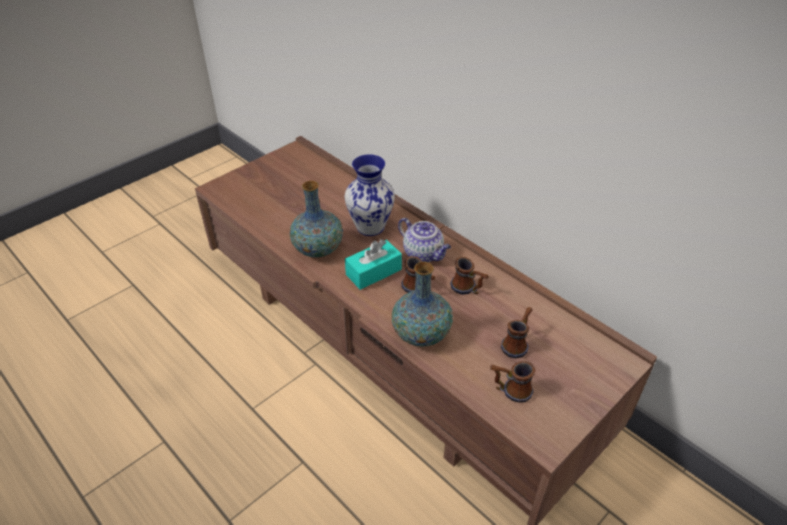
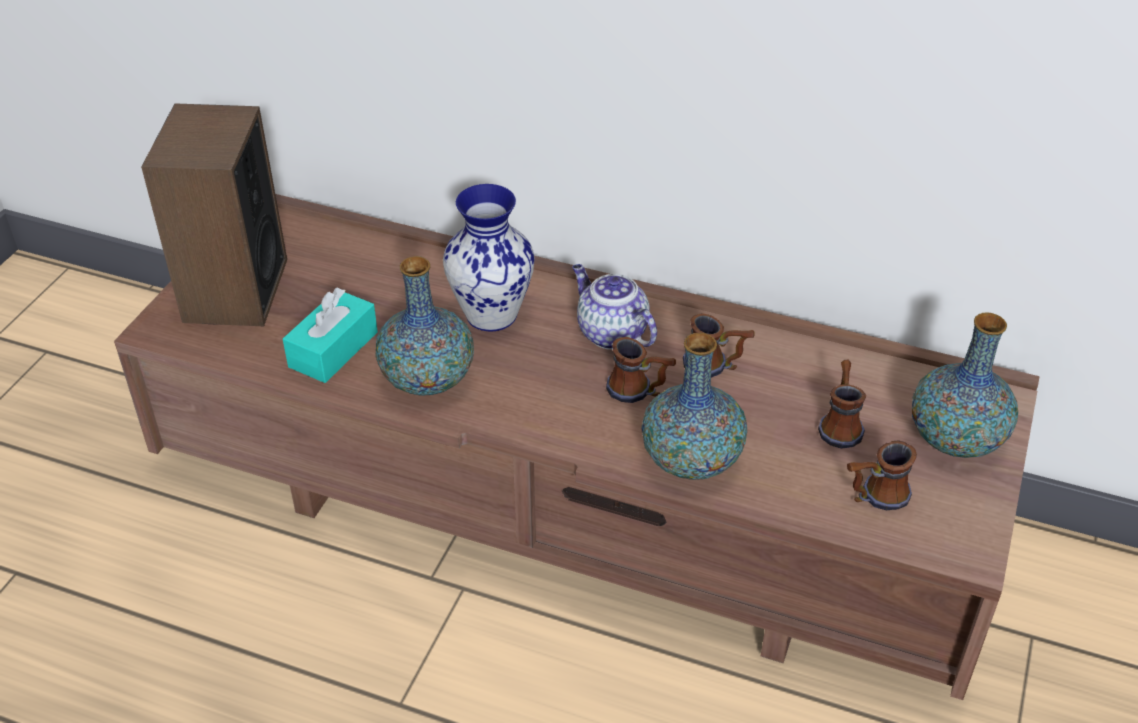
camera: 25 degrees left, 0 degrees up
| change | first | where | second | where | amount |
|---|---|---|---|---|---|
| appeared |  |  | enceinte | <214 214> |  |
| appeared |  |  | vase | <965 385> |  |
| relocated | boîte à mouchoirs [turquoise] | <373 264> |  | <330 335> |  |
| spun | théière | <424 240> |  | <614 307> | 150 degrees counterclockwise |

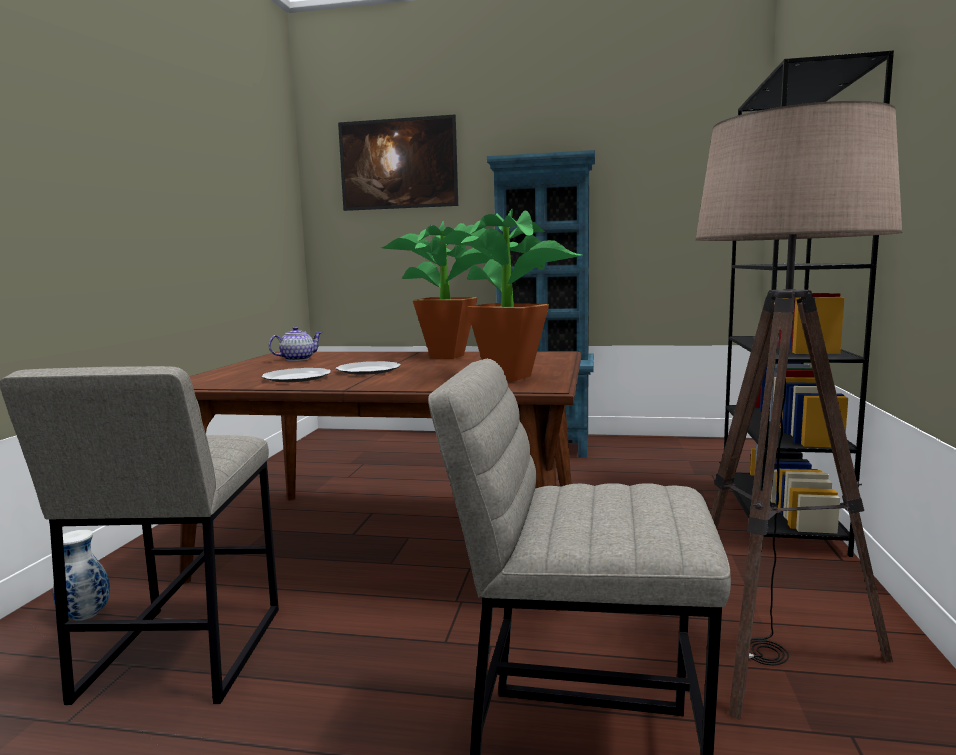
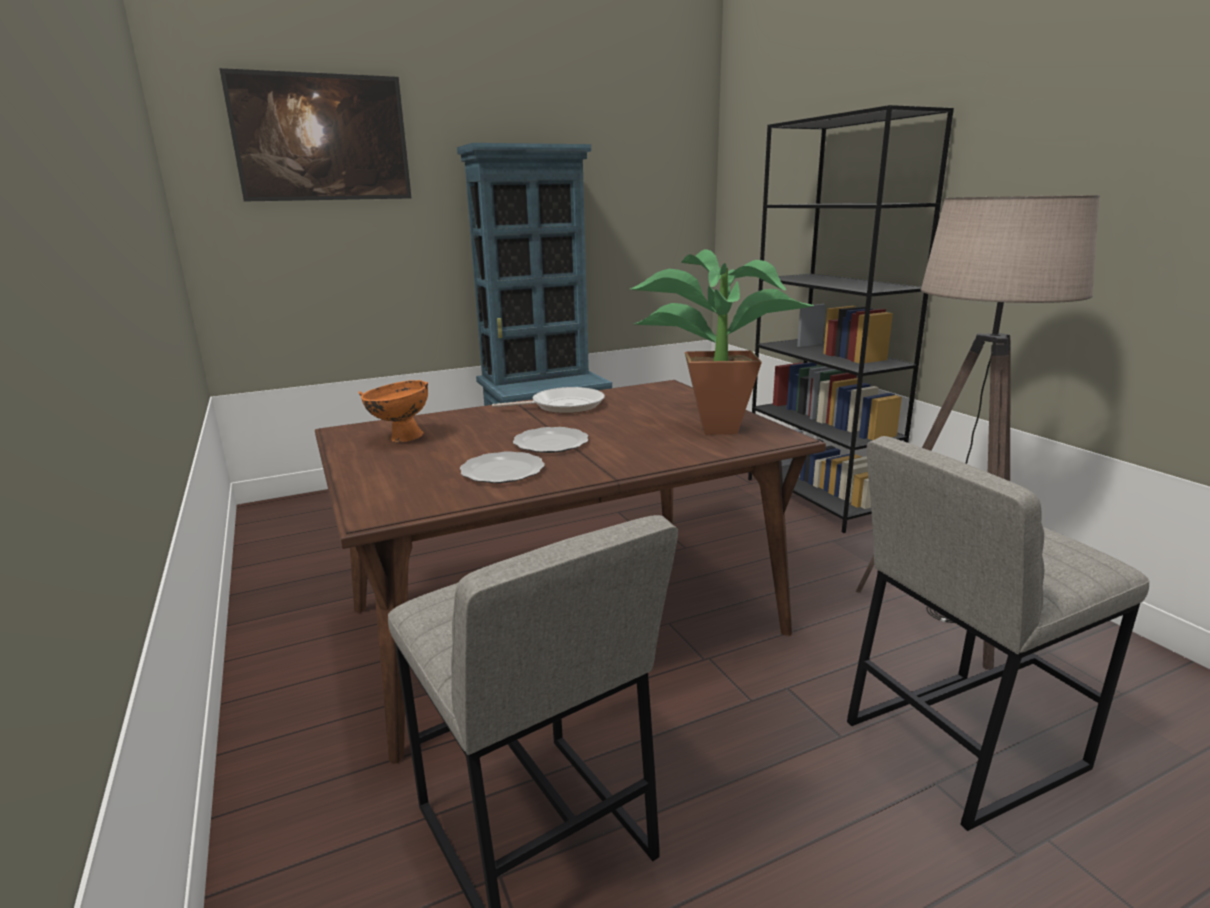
camera: 35 degrees left, 10 degrees up
| change | first | where | second | where | amount |
|---|---|---|---|---|---|
| missing | vase | <81 575> |  |  |  |
| exchanged | théière | <295 343> | bol [orange] | <393 411> |  |
| exchanged | plante en pot | <436 290> | poêle | <548 400> |  |

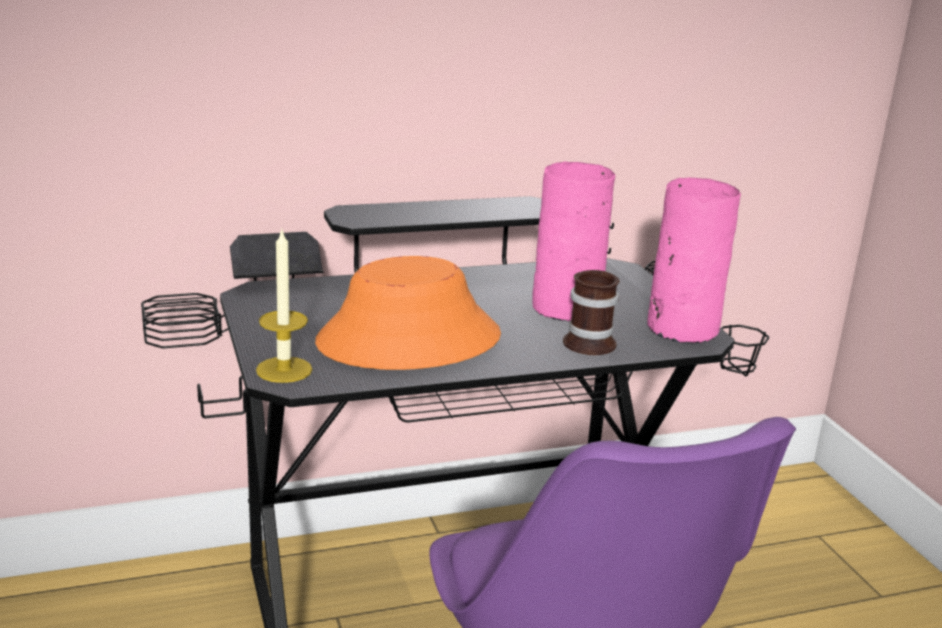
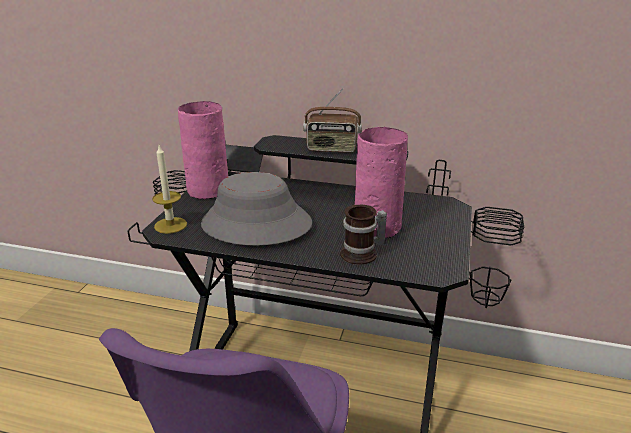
camera: 35 degrees right, 5 degrees up
| change | first | where | second | where | amount |
|---|---|---|---|---|---|
| appeared |  |  | radio | <332 120> |  |
| relocated | vase [rose] | <694 260> |  | <203 150> |  |
| colour | chapeau [orange] | <408 313> | chapeau [gris] | <256 209> |  |

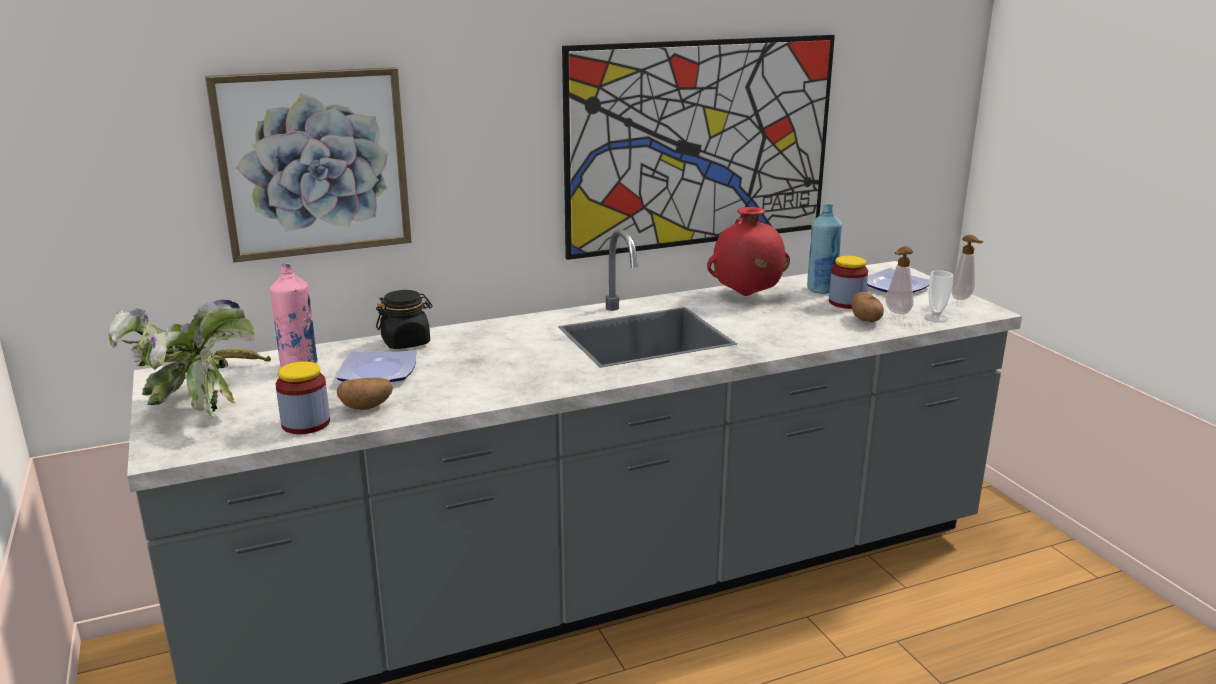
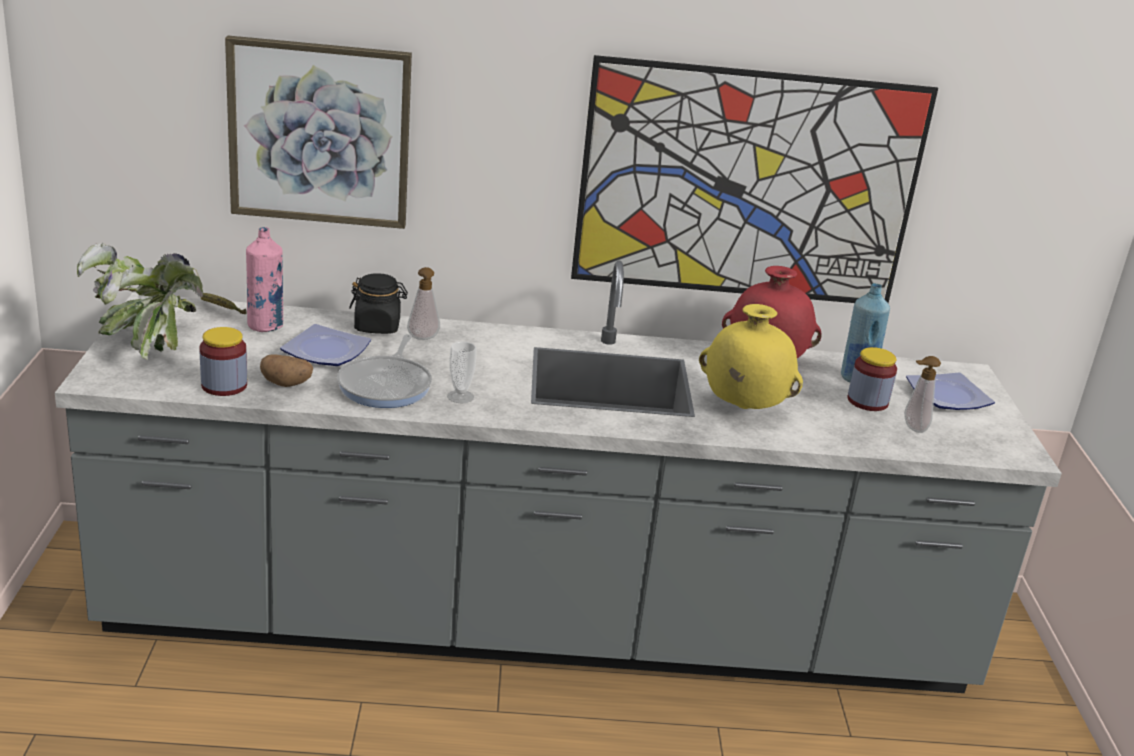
camera: 20 degrees right, 5 degrees up
| change | first | where | second | where | amount |
|---|---|---|---|---|---|
| missing | pomme de terre | <867 307> |  |  |  |
| appeared |  |  | poêle | <384 371> |  |
| appeared |  |  | vase [jaune] | <751 356> |  |
| relocated | tasse | <938 296> |  | <461 372> |  |
| relocated | distributeur de savon | <967 267> |  | <423 303> |  |

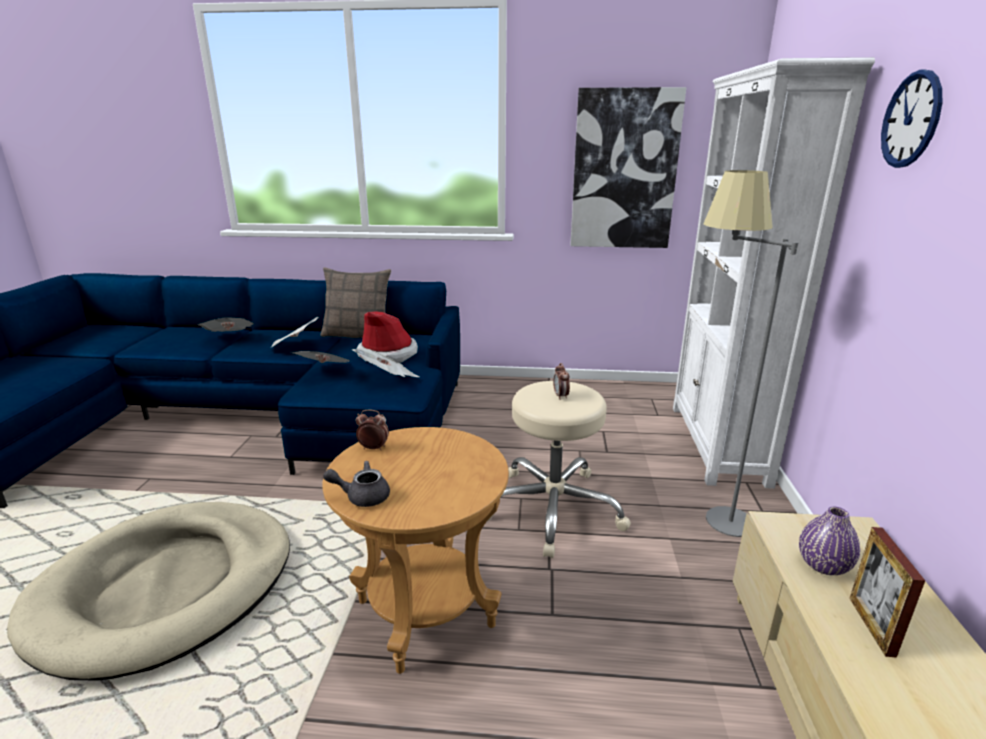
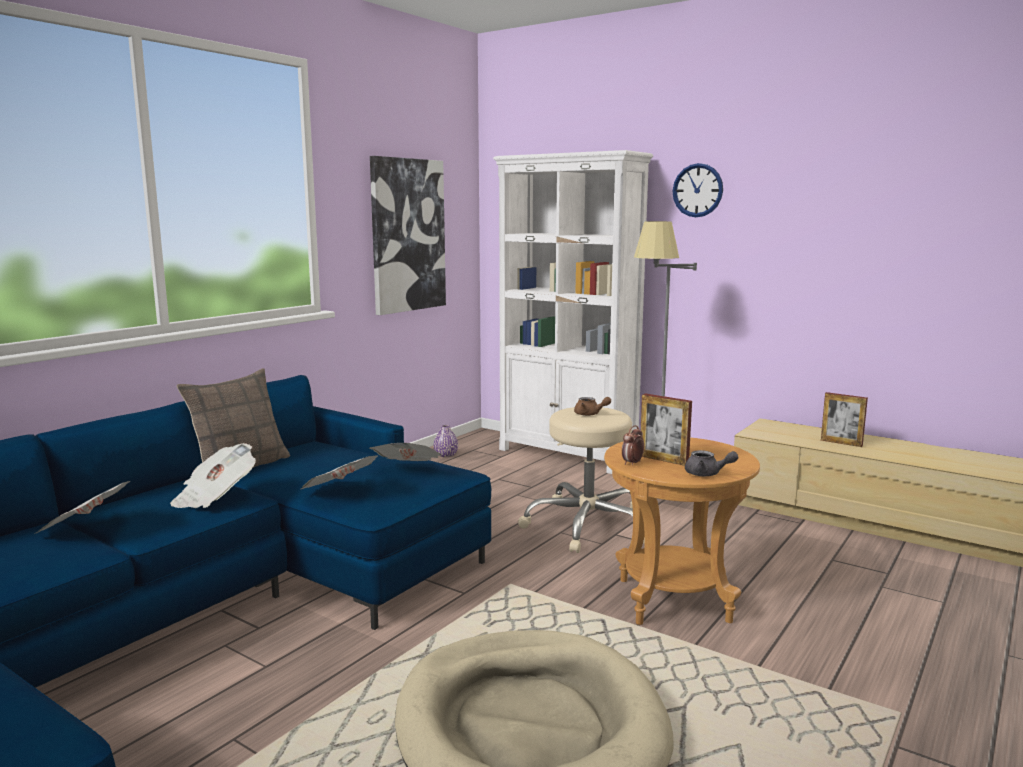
camera: 60 degrees left, 10 degrees down
| change | first | where | second | where | amount |
|---|---|---|---|---|---|
| missing | chapeau | <387 337> |  |  |  |
| appeared |  |  | cadre photo | <666 430> |  |
| relocated | vase [violet] | <829 541> |  | <446 441> |  |
| exchanged | réveil | <561 381> | théière [marron] | <592 406> |  |
| spun | théière [gris] | <356 484> |  | <711 463> | 90 degrees counterclockwise |

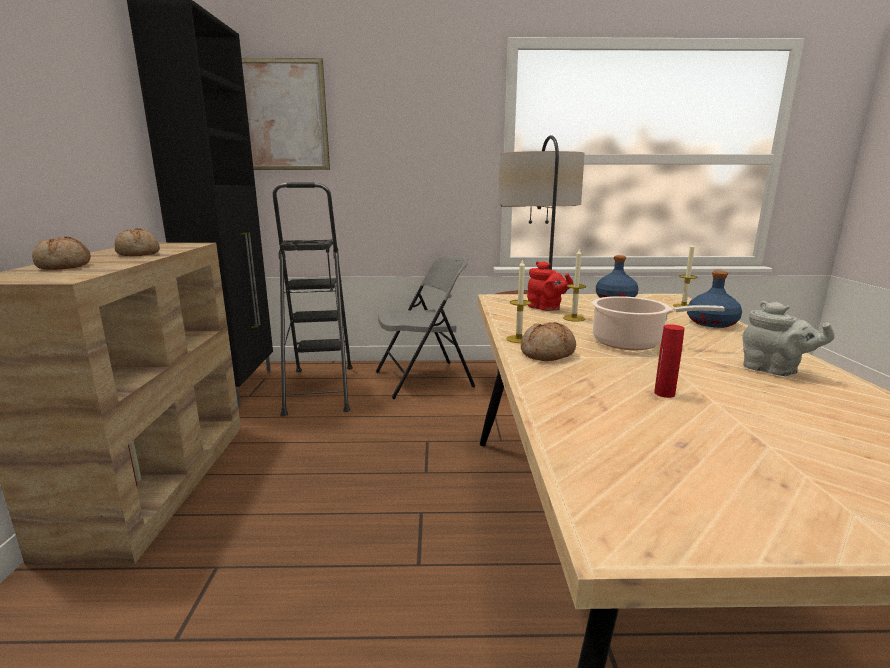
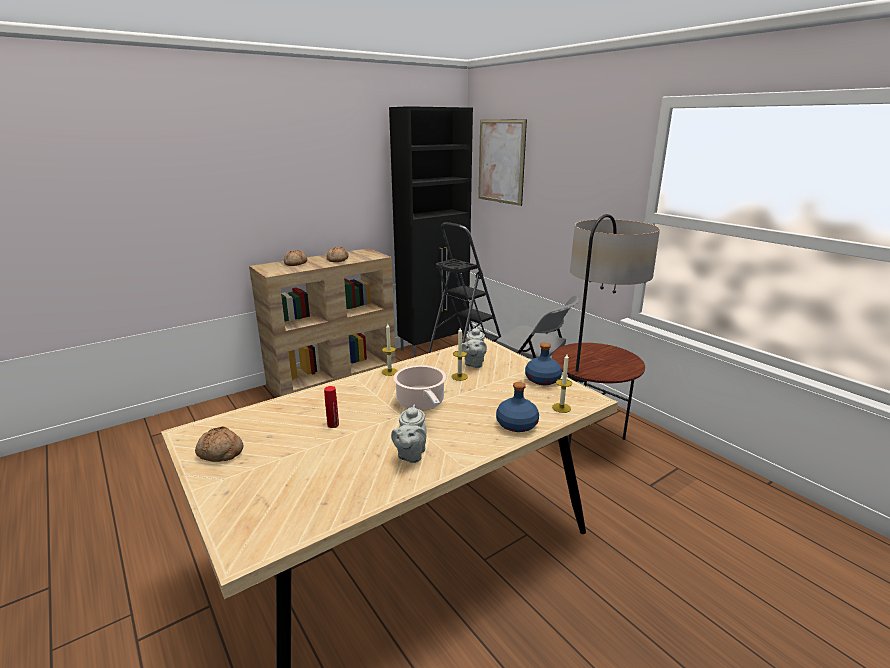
camera: 55 degrees right, 5 degrees up
| change | first | where | second | where | amount |
|---|---|---|---|---|---|
| relocated | pain | <548 341> |  | <219 444> |  |
| colour | théière [rouge] | <550 286> | théière [gris] | <474 347> |  |

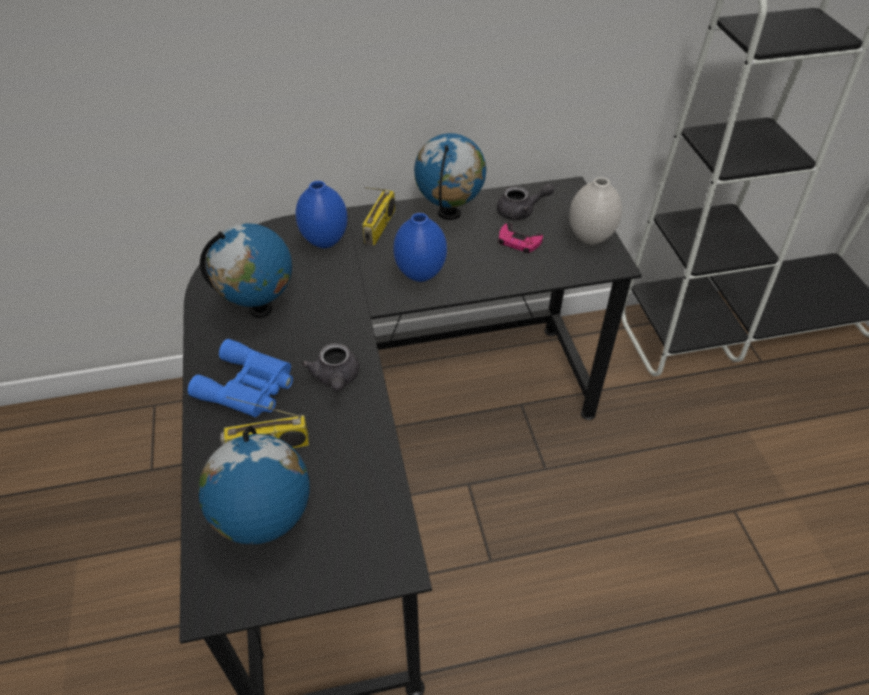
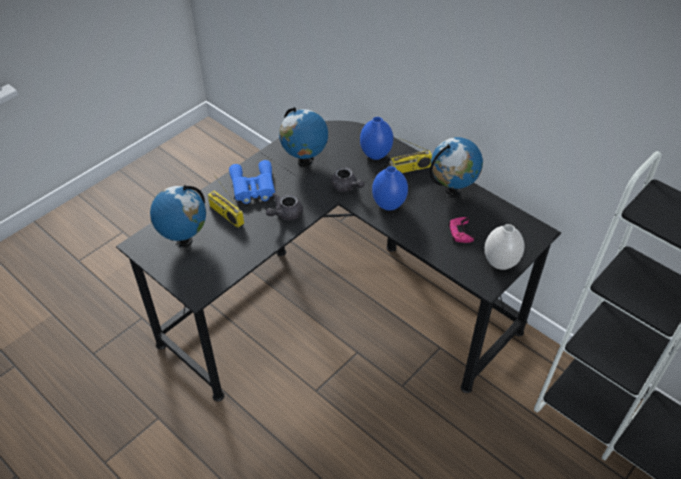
camera: 55 degrees right, 0 degrees up
| change | first | where | second | where | amount |
|---|---|---|---|---|---|
| relocated | théière [gris] | <525 201> |  | <347 179> |  |

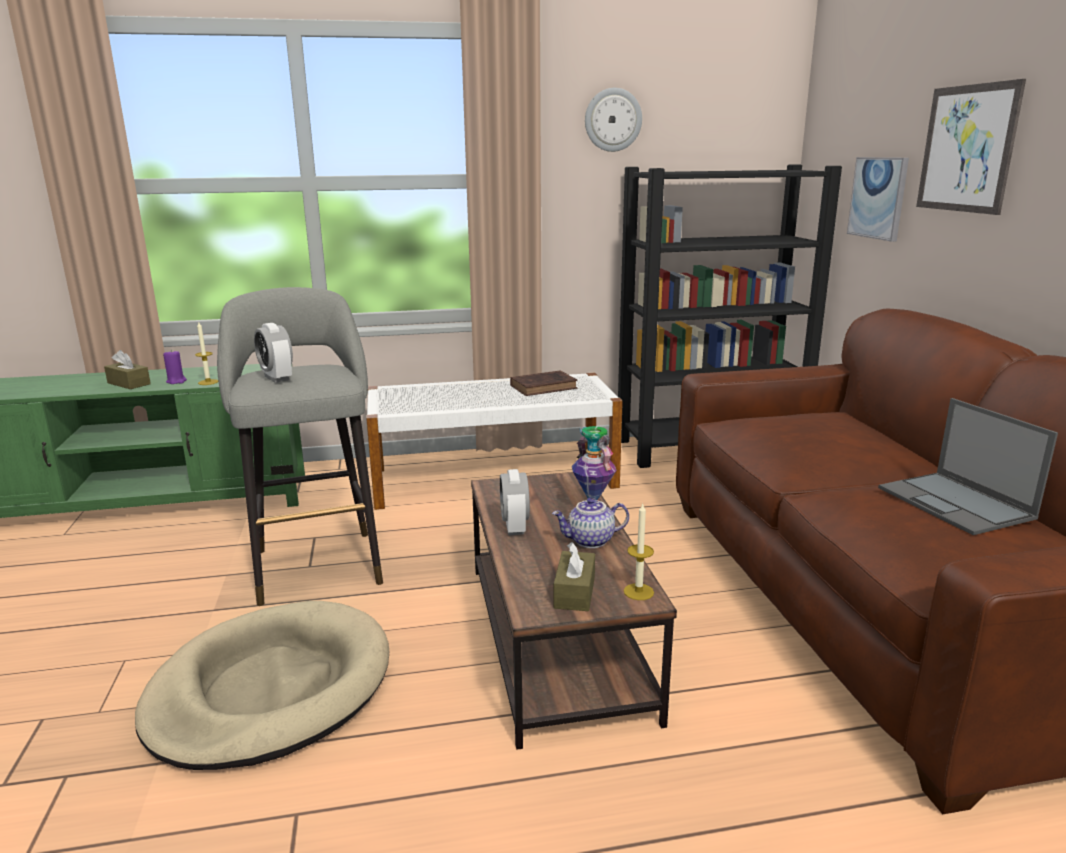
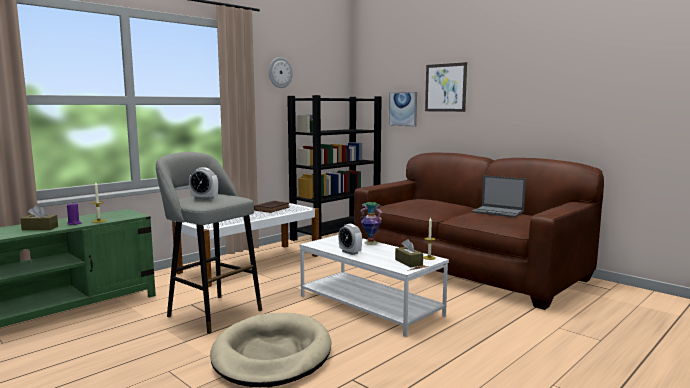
camera: 35 degrees left, 10 degrees down
| change | first | where | second | where | amount |
|---|---|---|---|---|---|
| missing | théière | <590 523> |  |  |  |
| colour | table basse [marron] | <574 611> | table basse [blanc] | <374 286> |  |

